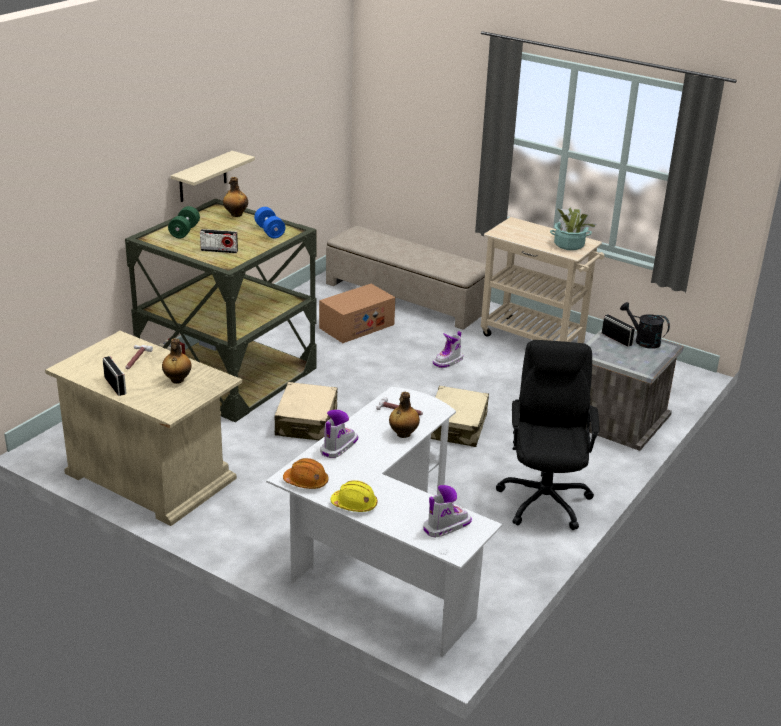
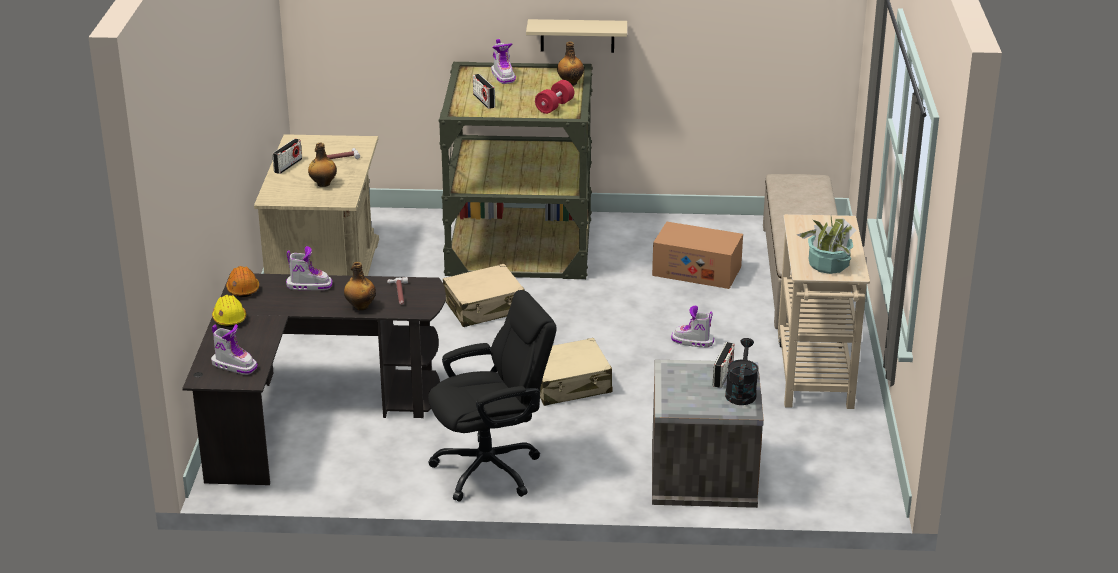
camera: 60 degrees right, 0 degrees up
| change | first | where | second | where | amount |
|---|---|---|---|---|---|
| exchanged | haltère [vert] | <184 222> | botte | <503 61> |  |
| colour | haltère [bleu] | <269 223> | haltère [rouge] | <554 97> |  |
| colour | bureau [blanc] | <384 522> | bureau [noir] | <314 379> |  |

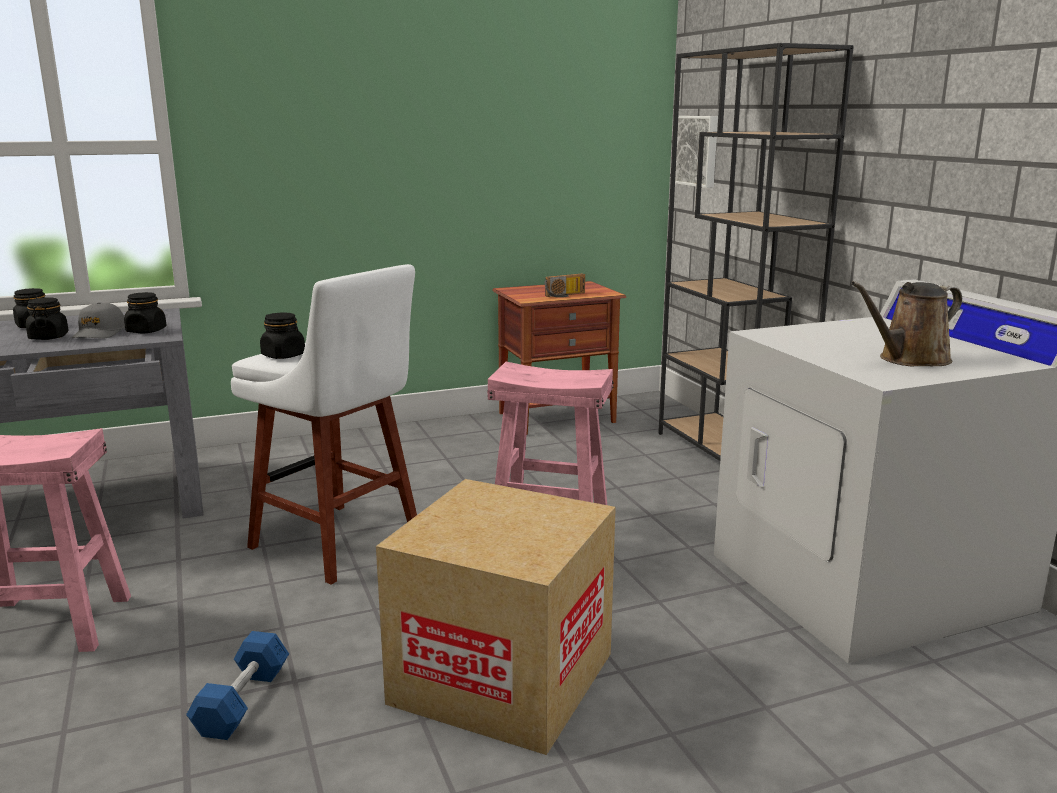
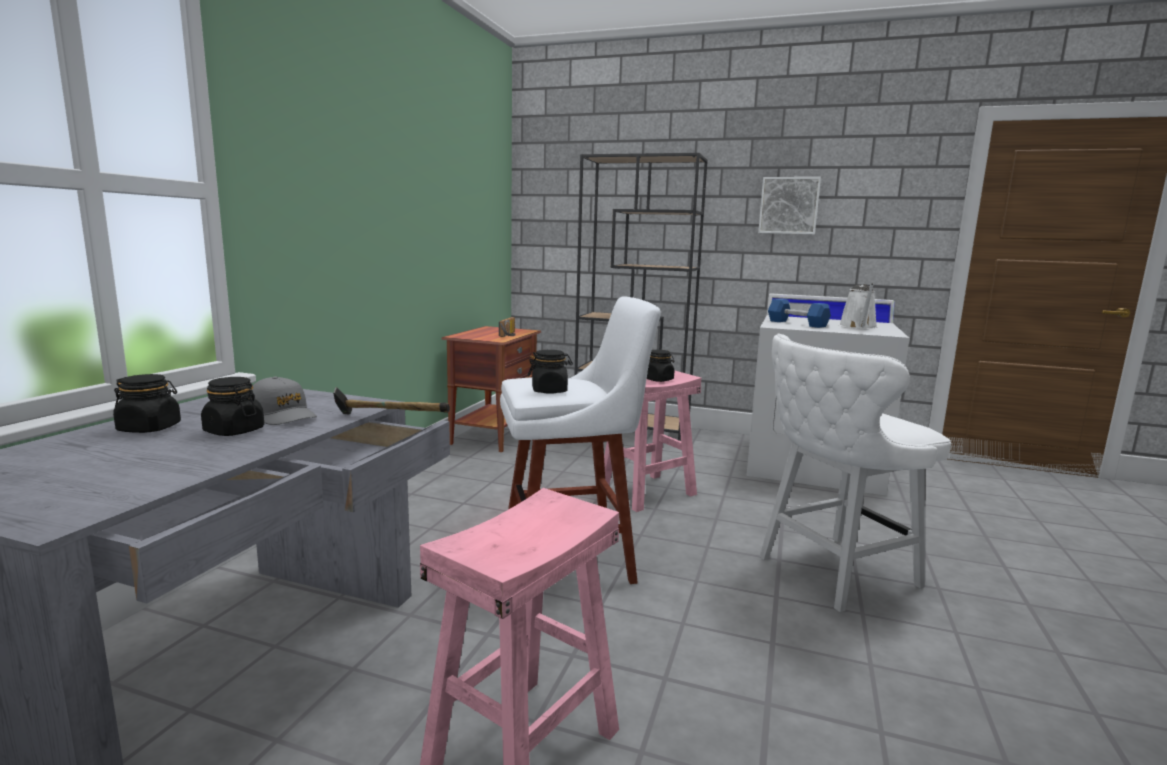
camera: 50 degrees left, 5 degrees down
| change | first | where | second | where | amount |
|---|---|---|---|---|---|
| appeared |  |  | marteau | <391 400> |  |
| relocated | bocal [noir] | <145 312> |  | <660 366> |  |
| relocated | haltère [bleu] | <237 685> |  | <799 313> |  |
| relocated | tableau | <696 152> |  | <789 205> |  |
| exchanged | carton | <496 617> | tabouret [blanc] | <855 473> |  |
| colour | arrosoir [marron] | <906 323> | arrosoir [blanc] | <858 306> |  |

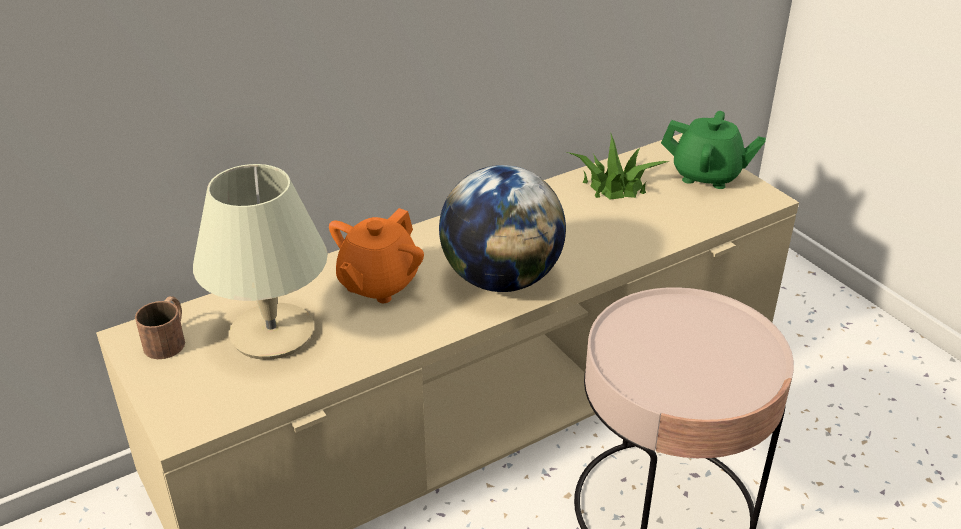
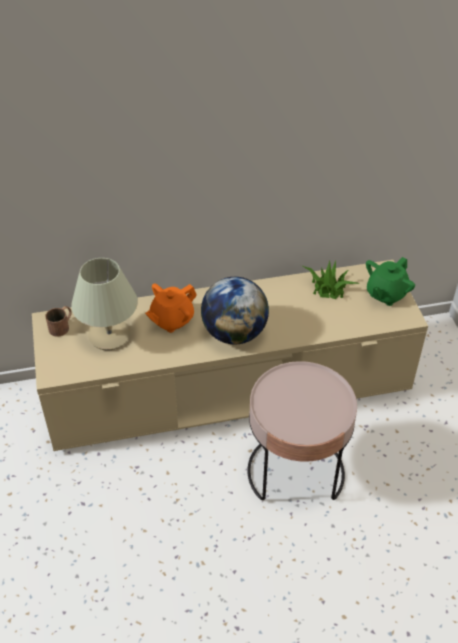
camera: 20 degrees right, 10 degrees up
| change | first | where | second | where | amount |
|---|---|---|---|---|---|
| spun | théière [vert] | <713 150> |  | <390 281> | 90 degrees clockwise |

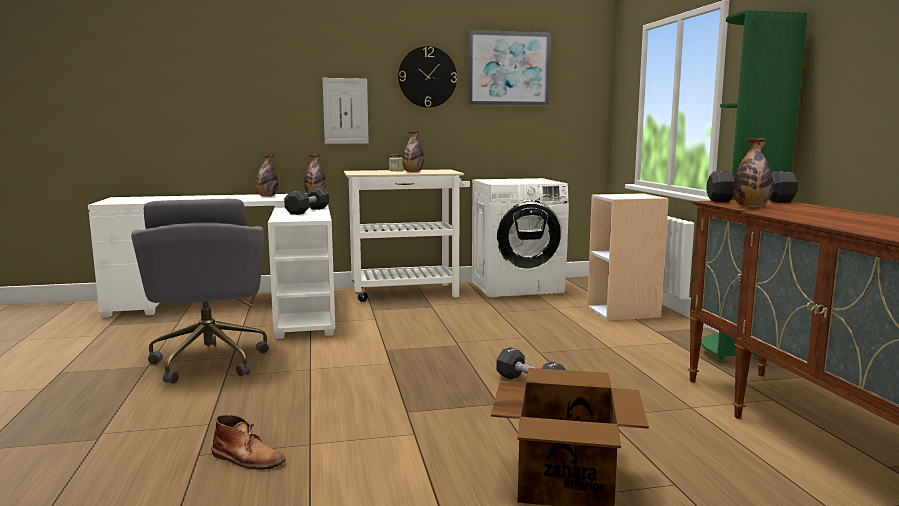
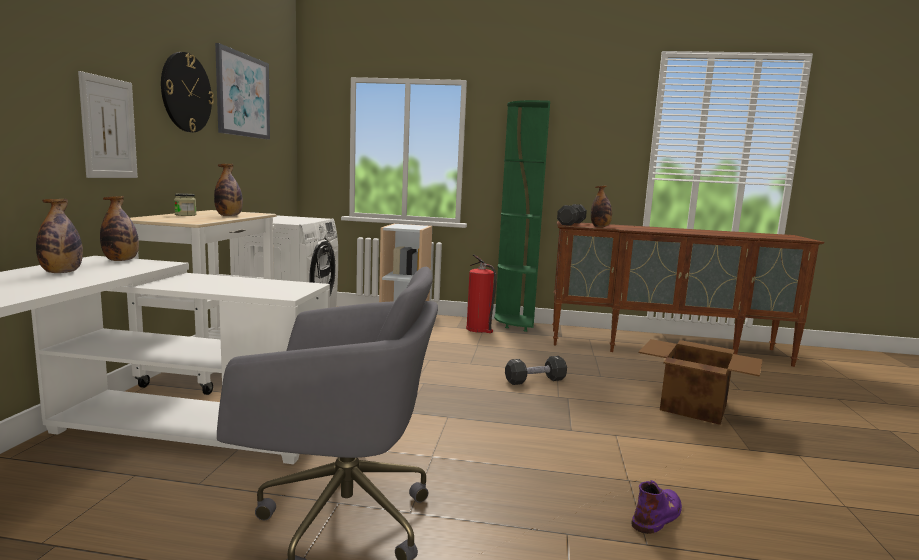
camera: 70 degrees left, 0 degrees up
| change | first | where | second | where | amount |
|---|---|---|---|---|---|
| missing | haltère [noir] | <306 201> |  |  |  |
| appeared |  |  | extincteur | <481 294> |  |
| colour | botte [marron] | <249 442> | botte [violet] | <657 507> |  |

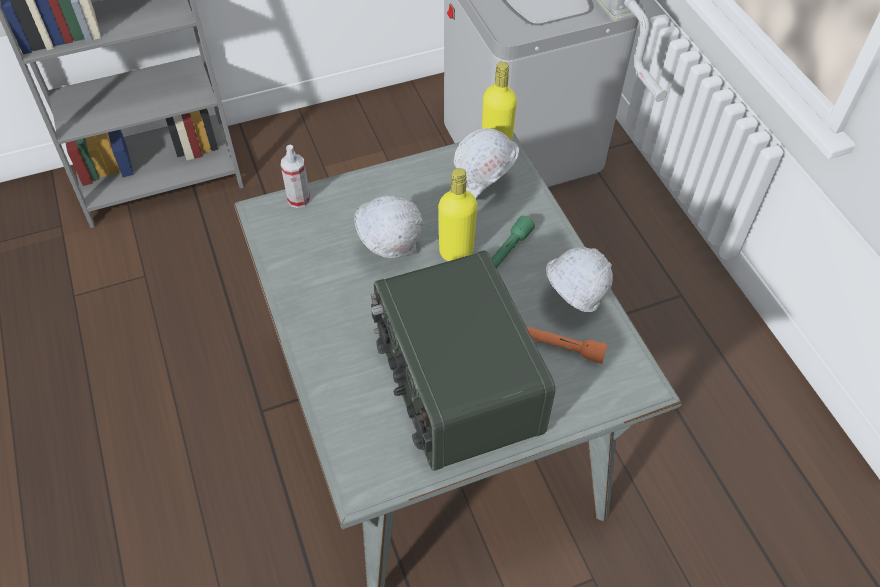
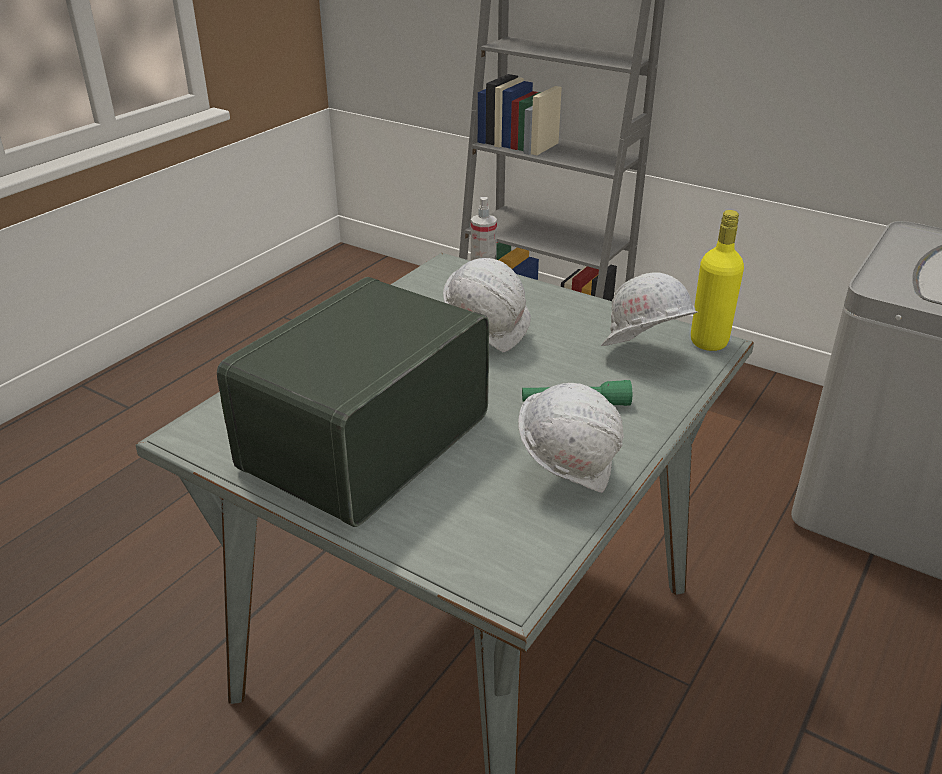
camera: 55 degrees right, 20 degrees down
| change | first | where | second | where | amount |
|---|---|---|---|---|---|
| missing | bouteille [jaune] | <458 214> |  |  |  |
| missing | lampe de poche [orange] | <567 345> |  |  |  |

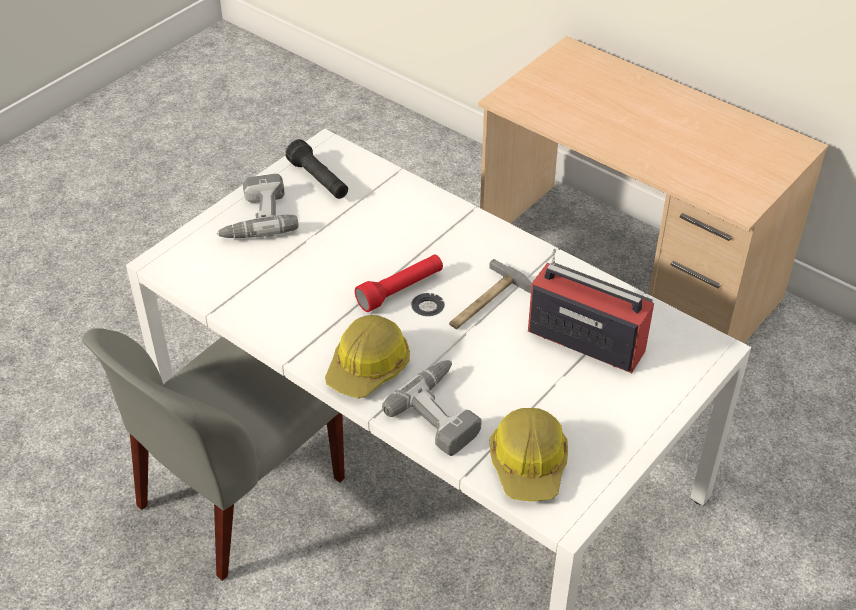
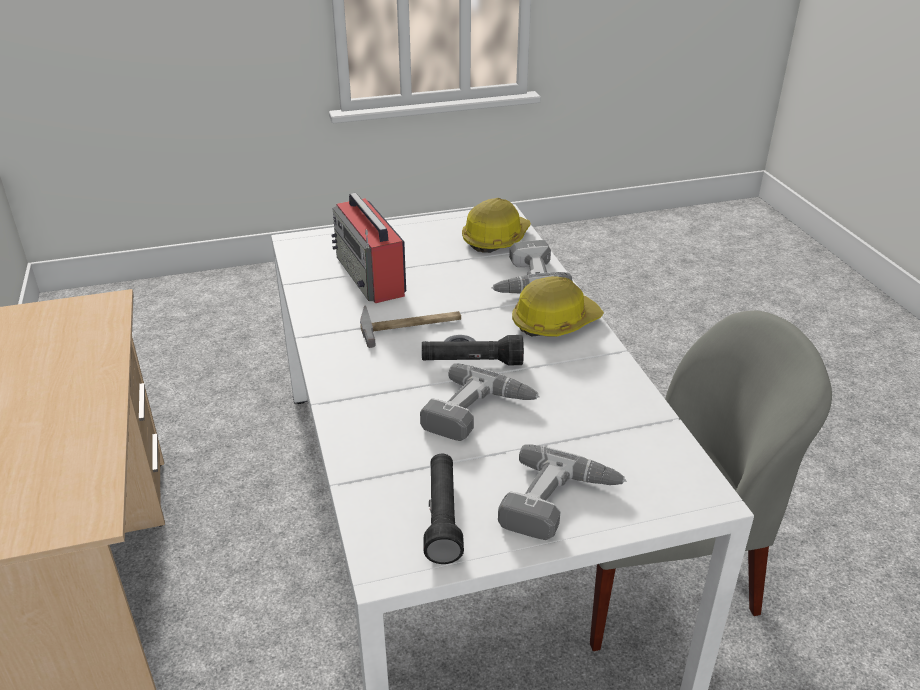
camera: 145 degrees left, 10 degrees down
| change | first | where | second | where | amount |
|---|---|---|---|---|---|
| appeared |  |  | perceuse | <480 402> |  |
| colour | lampe de poche [rouge] | <399 283> | lampe de poche [noir] | <473 350> |  |

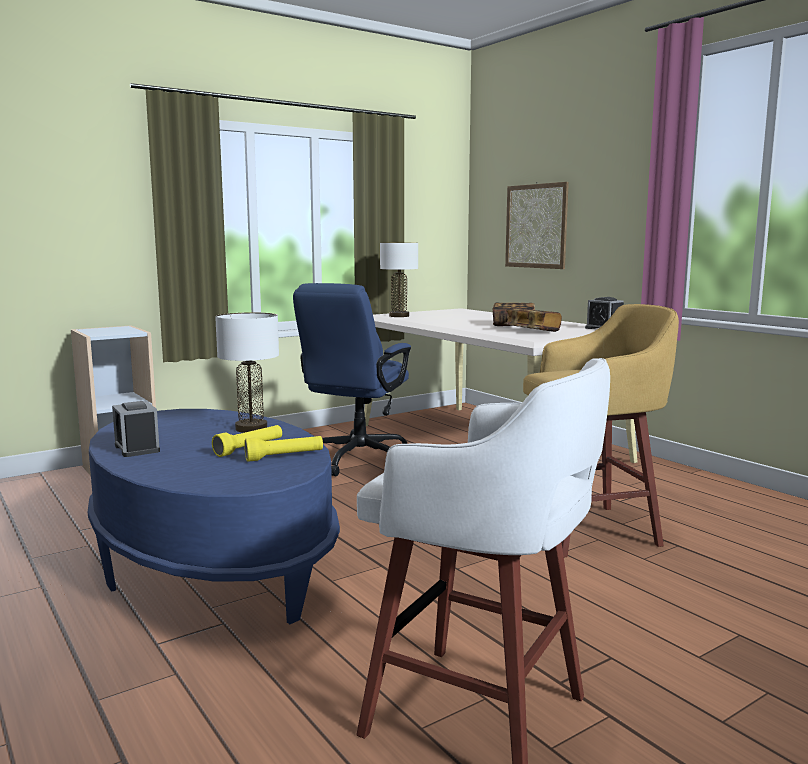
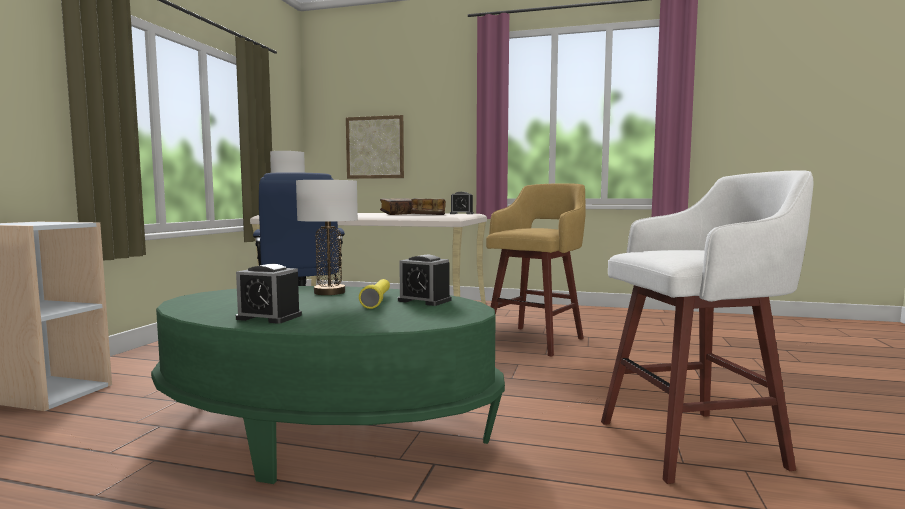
camera: 40 degrees left, 5 degrees down
| change | first | where | second | where | amount |
|---|---|---|---|---|---|
| exchanged | lampe de poche [jaune] | <283 449> | réveil | <424 280> |  |
| colour | table basse [bleu] | <214 516> | table basse [vert] | <328 385> |  |

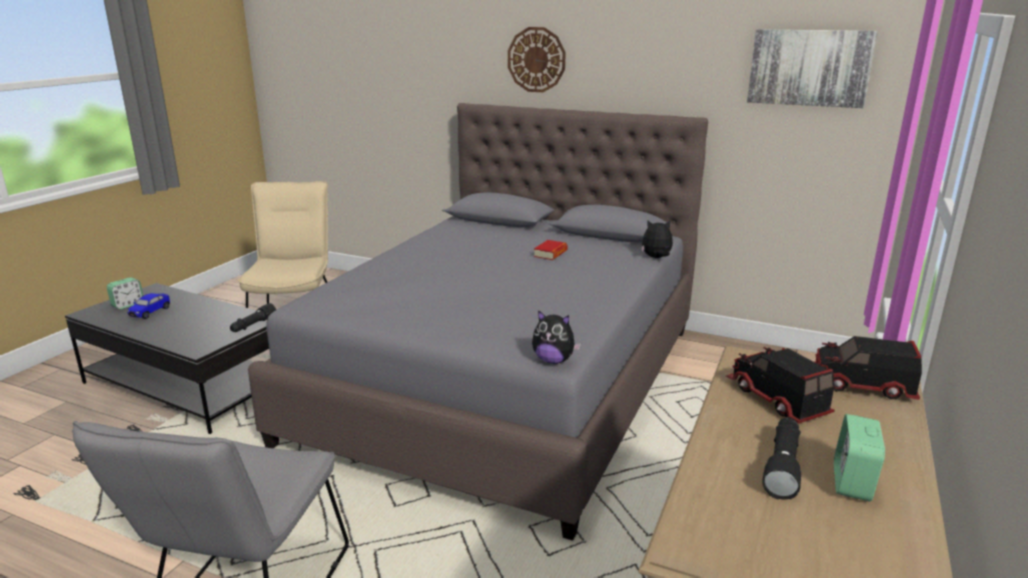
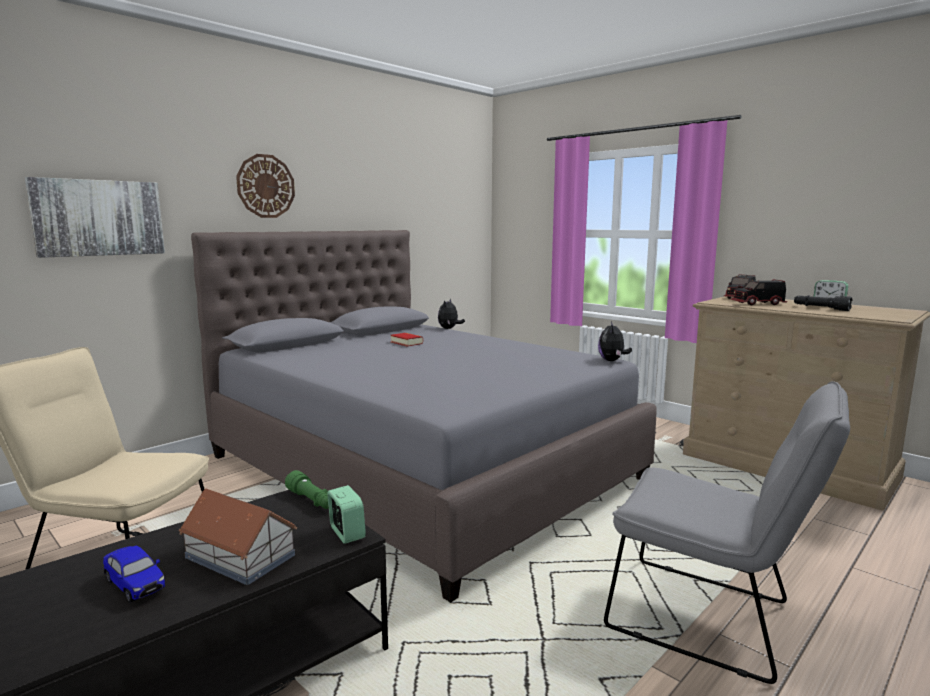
camera: 70 degrees left, 10 degrees down
| change | first | where | second | where | amount |
|---|---|---|---|---|---|
| appeared |  |  | maison miniature | <238 537> |  |
| relocated | réveil | <125 293> |  | <346 514> |  |
| relocated | tableau | <812 68> |  | <95 217> |  |
| colour | lampe de poche [noir] | <253 317> | lampe de poche [vert] | <307 489> |  |
| spun | peluche | <556 337> |  | <615 341> | 150 degrees clockwise |

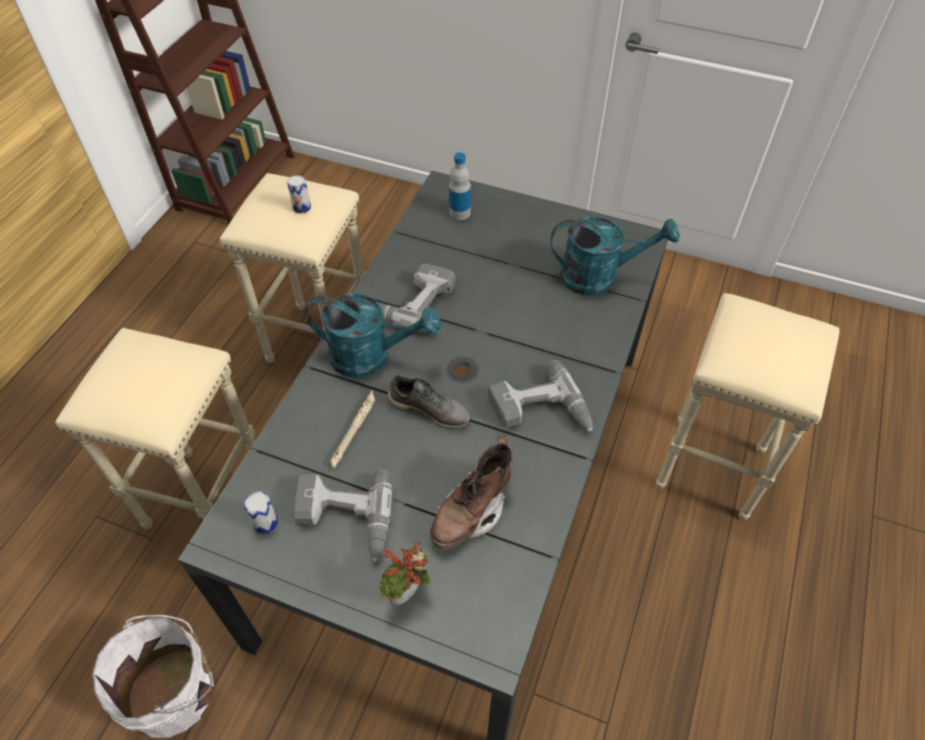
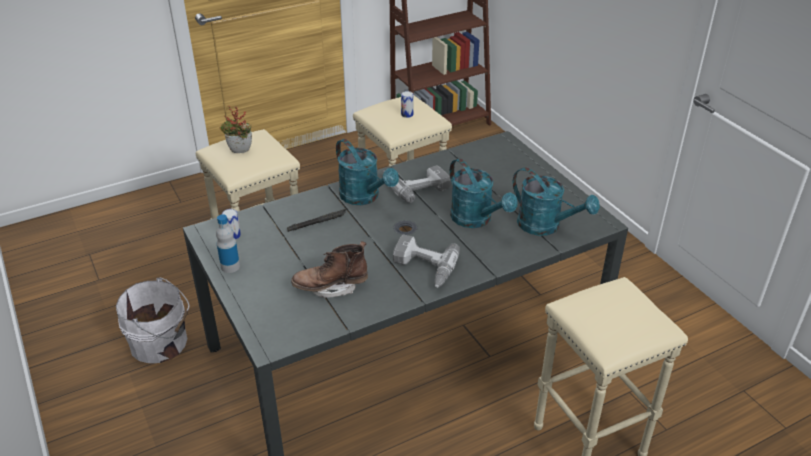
camera: 40 degrees right, 15 degrees down
| change | first | where | second | where | amount |
|---|---|---|---|---|---|
| missing | perceuse | <343 515> |  |  |  |
| missing | chaussure [gris] | <429 402> |  |  |  |
| appeared |  |  | arrosoir [turquoise] | <483 193> |  |
| relocated | plante en pot | <404 574> |  | <236 129> |  |
| relocated | bouteille | <460 186> |  | <228 243> |  |
| colour | lampe de poche [beige] | <352 429> | lampe de poche [noir] | <316 220> |  |

